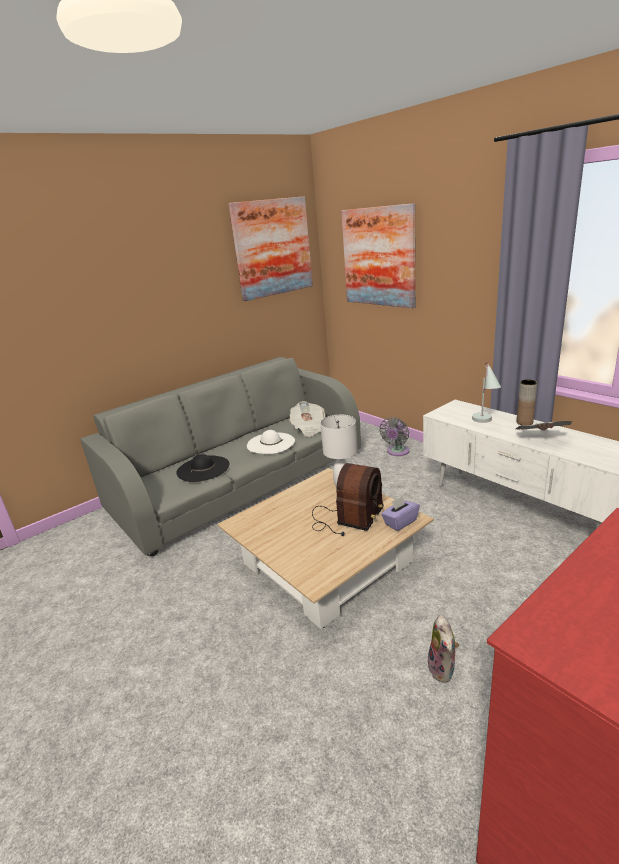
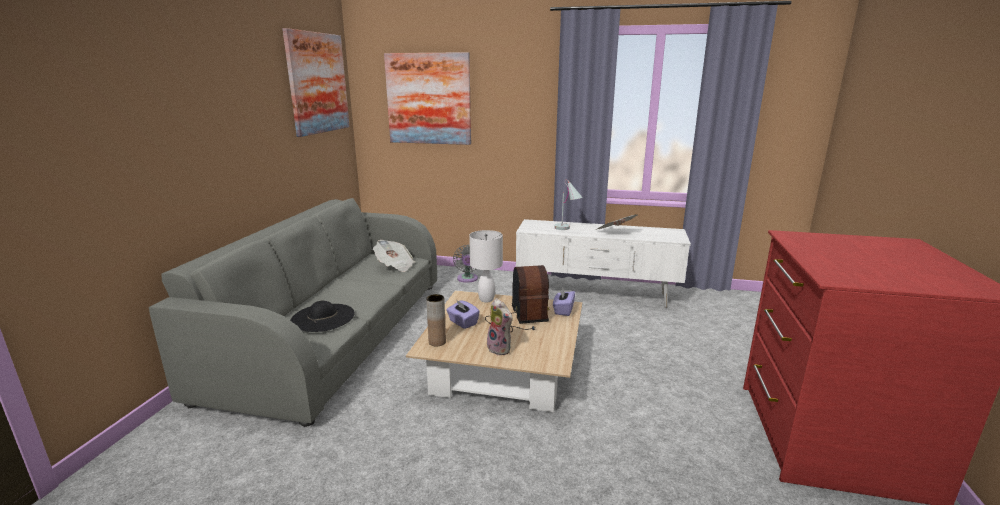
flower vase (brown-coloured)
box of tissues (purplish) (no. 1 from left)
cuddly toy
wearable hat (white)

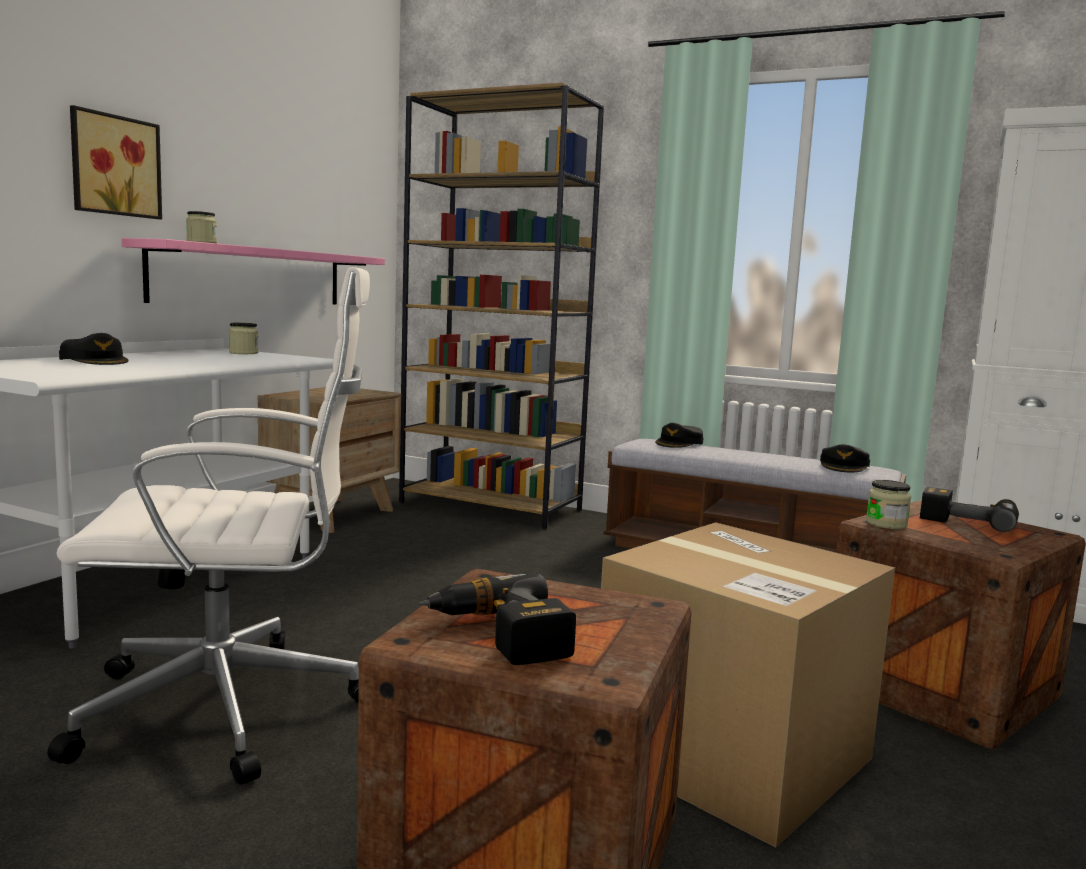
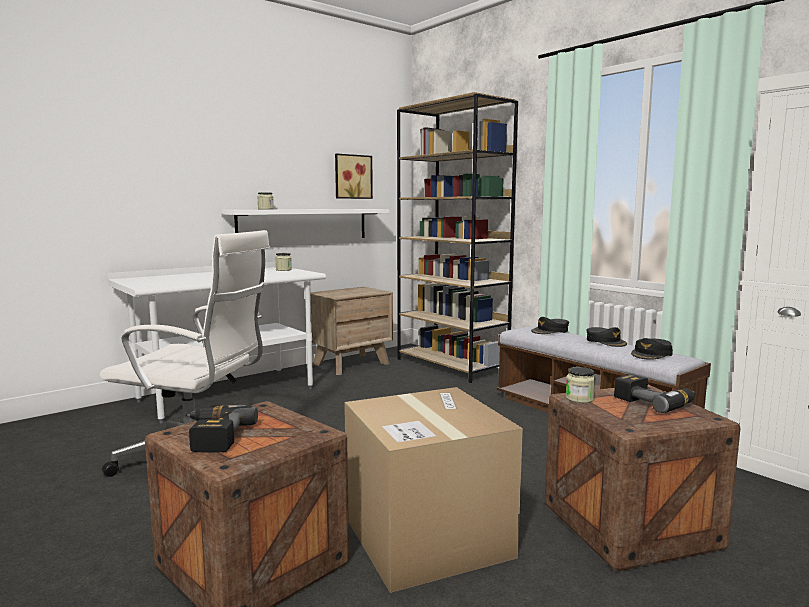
shelf (white)
wall art
peaked cap (blackish) (no. 2 from left)

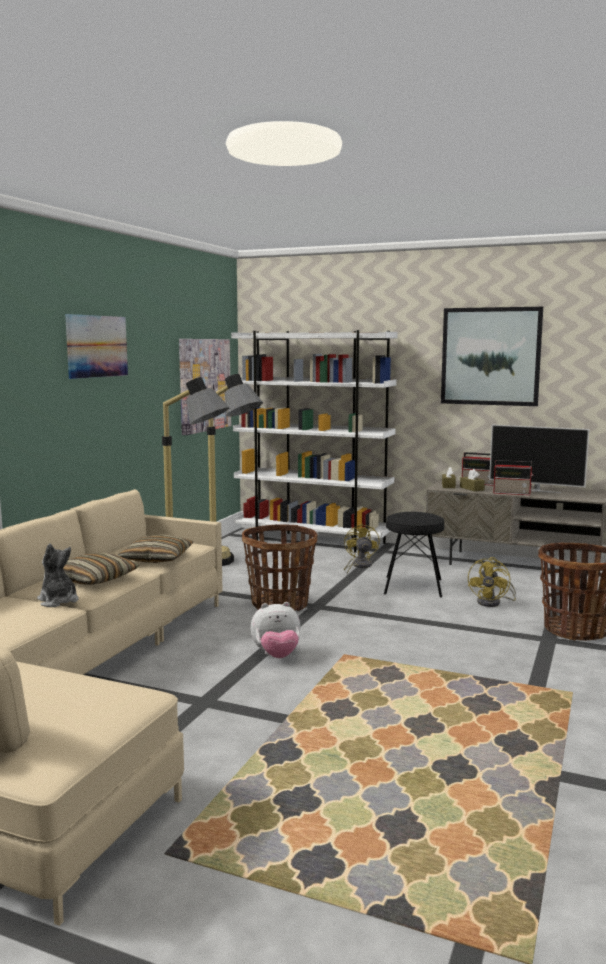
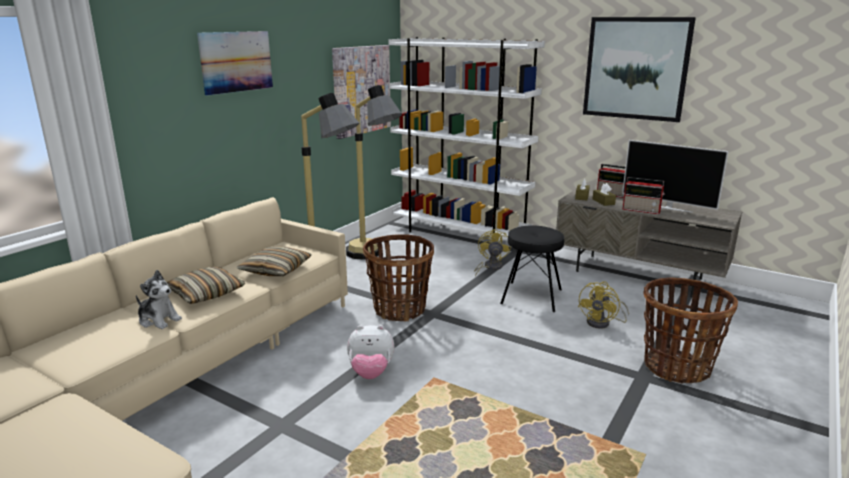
cuddly toy (no. 1 from left)

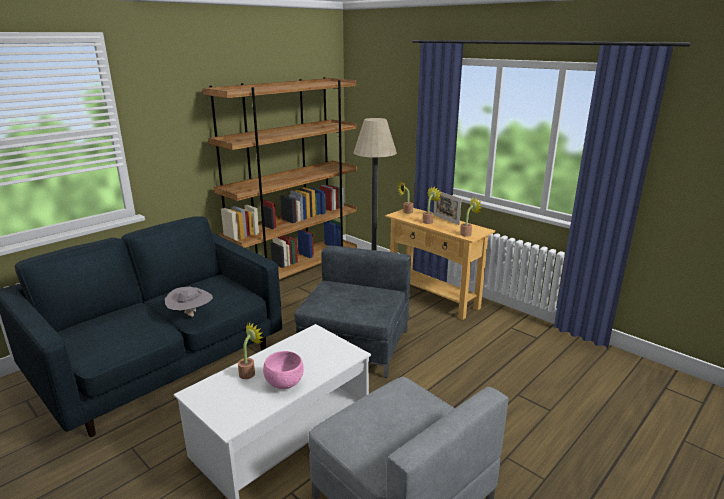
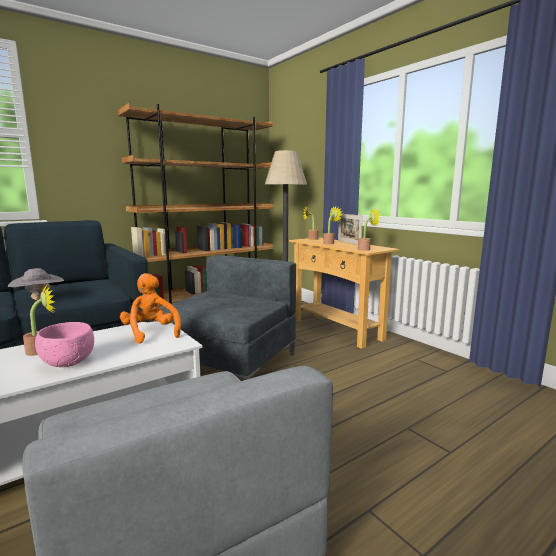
cuddly toy (orangey)

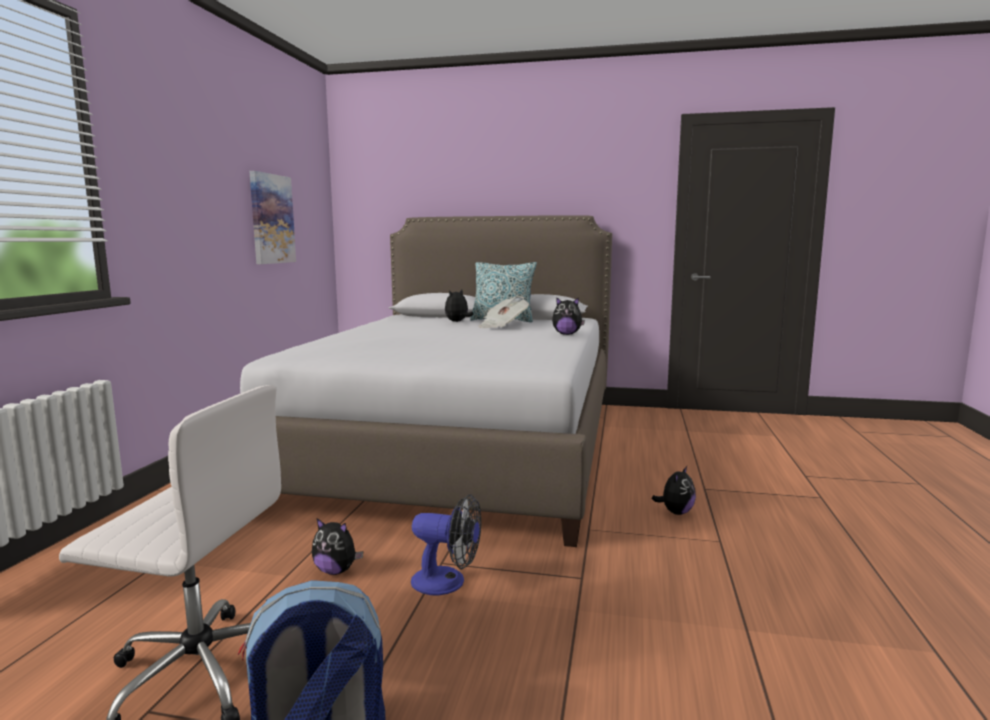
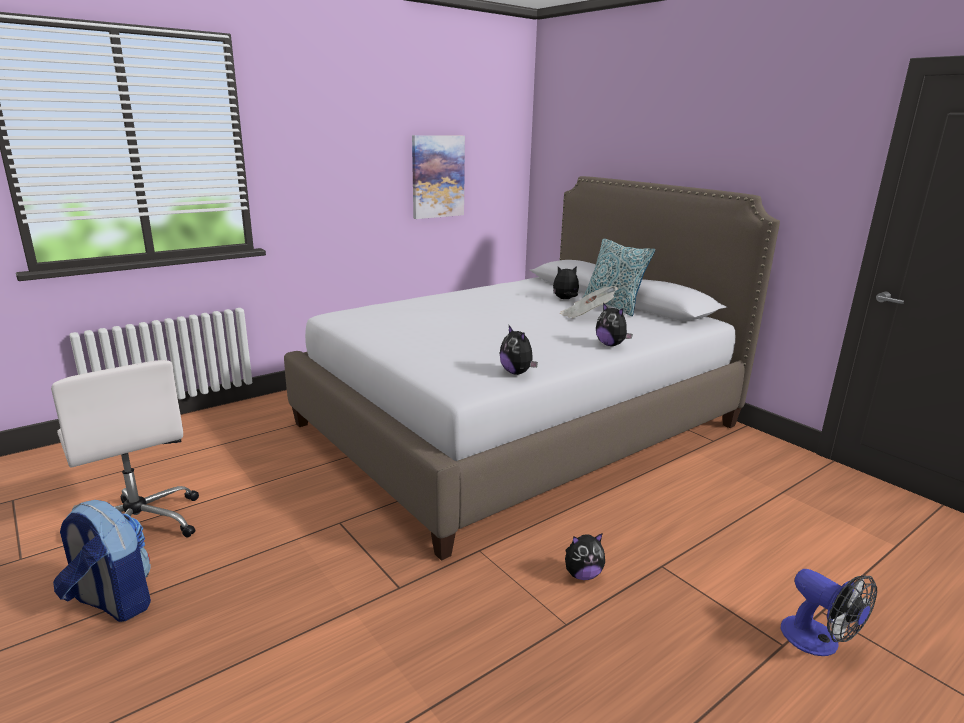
cuddly toy (no. 1 from left)
electric fan

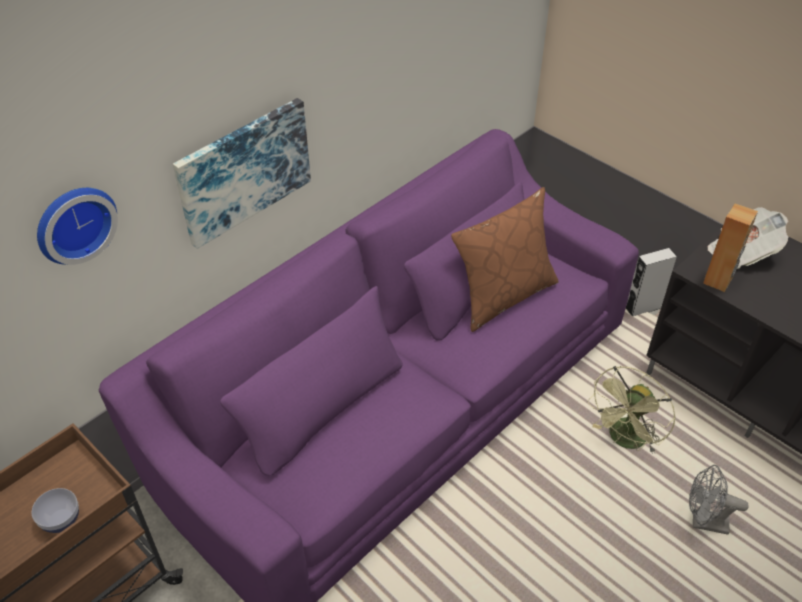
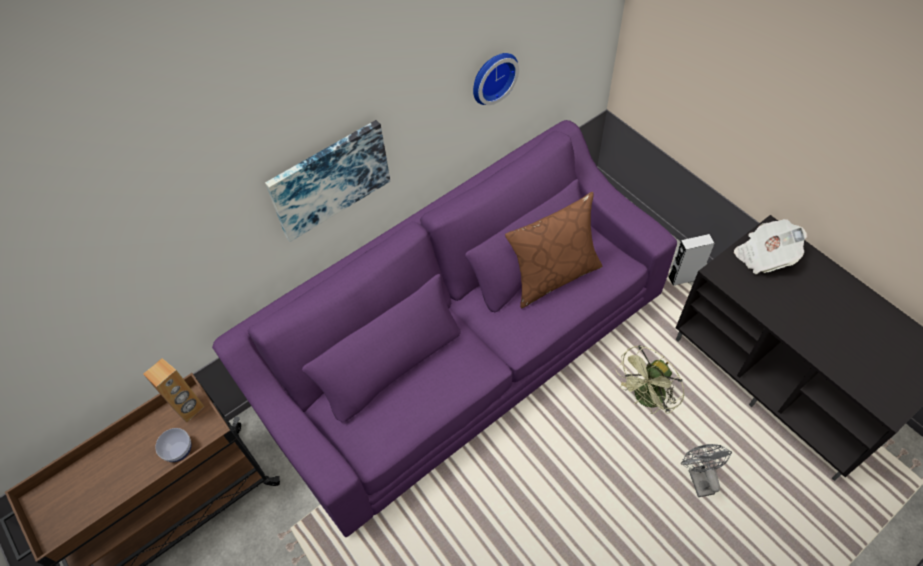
speaker (brown-coloured)
hanging clock
electric fan (gray)

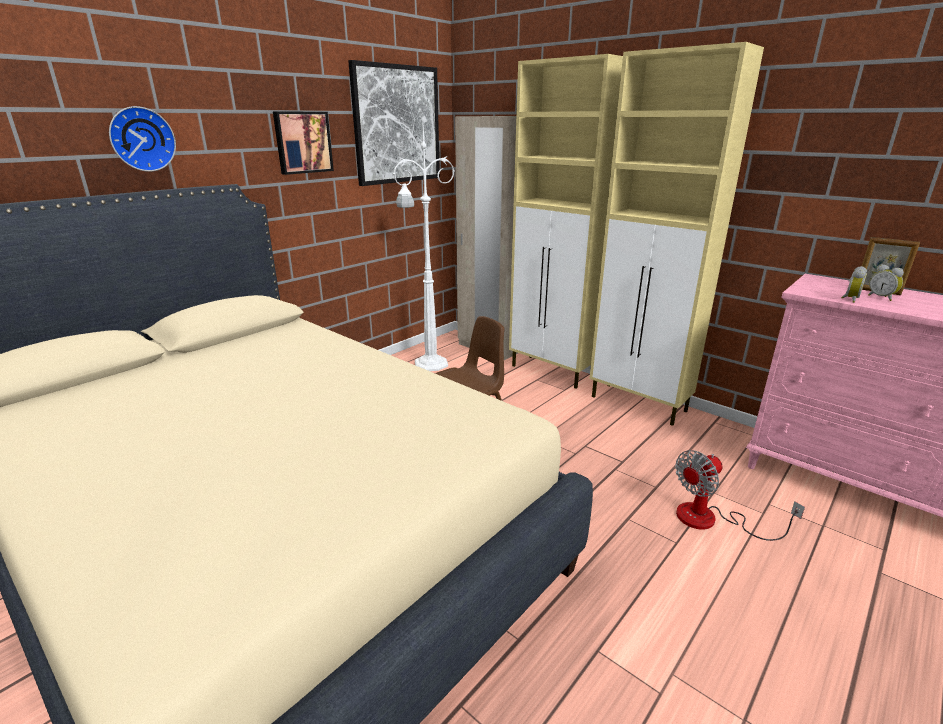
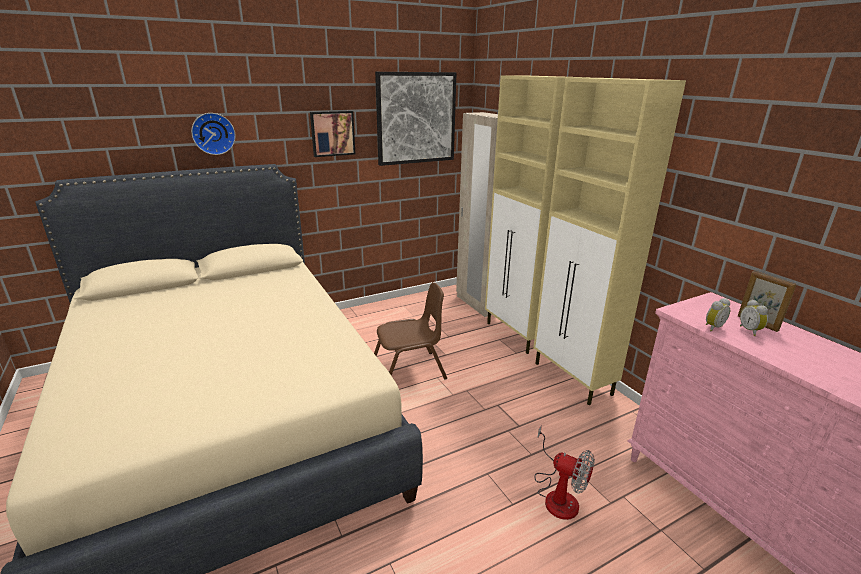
electric fan
standing lamp (white)

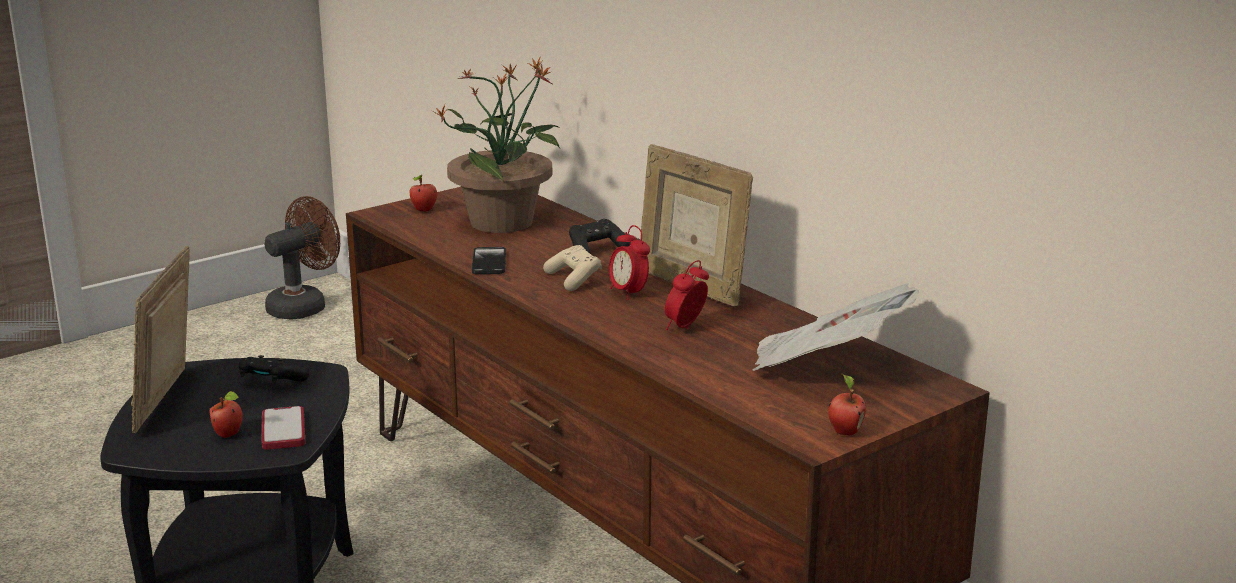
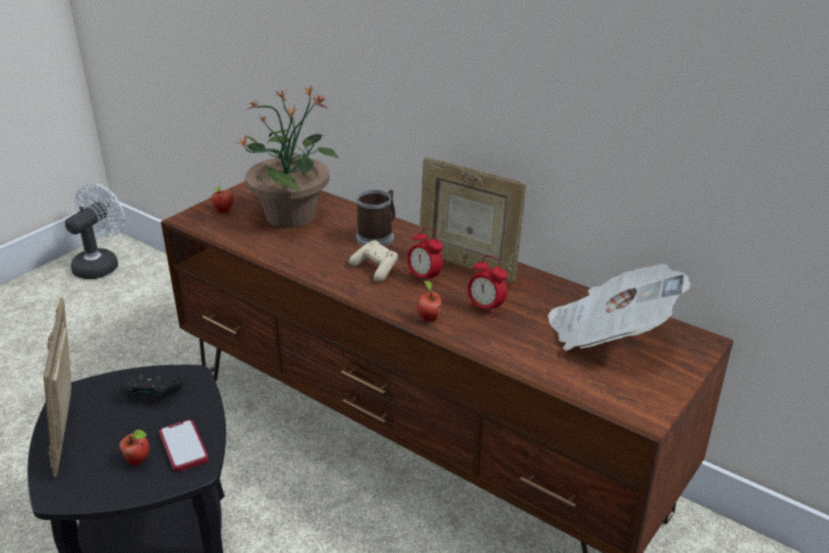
electric fan (white)
coffee mug
whole apple (no. 3 from left)
alarm clock (no. 2 from left)
telephone (no. 2 from left in the first image)

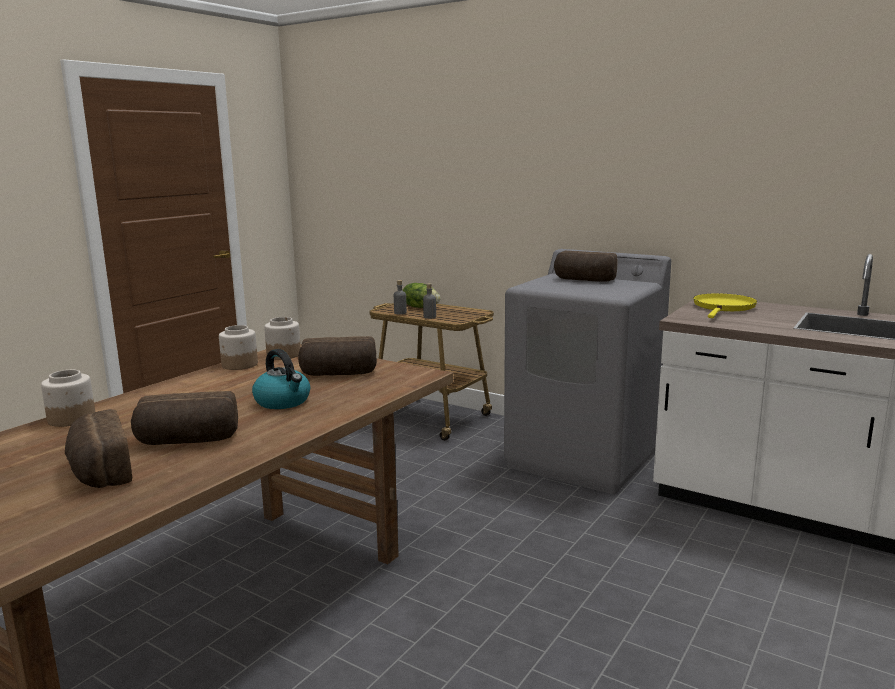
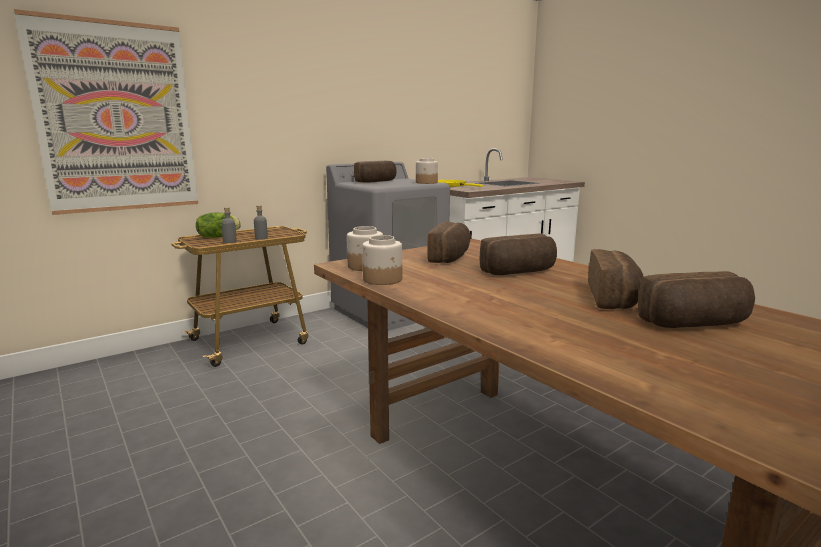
wall art
preserve jar (no. 3 from left)
bread (no. 3 from left)

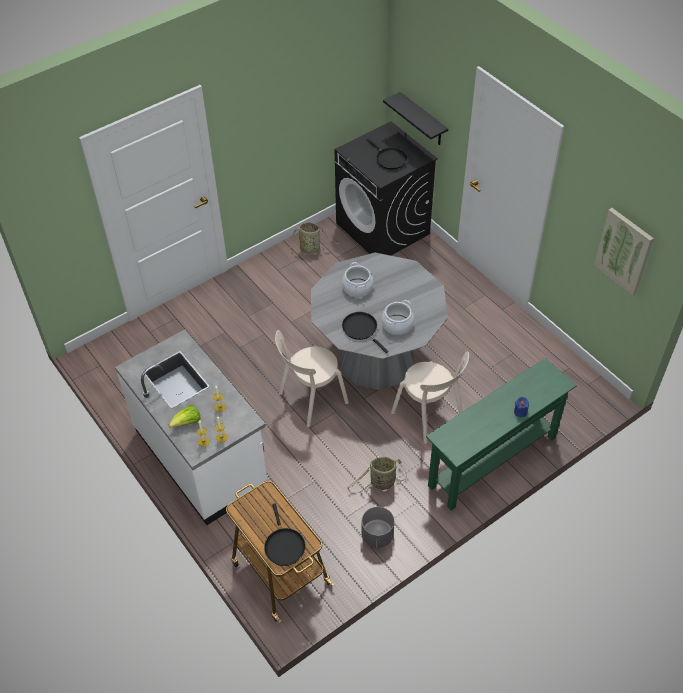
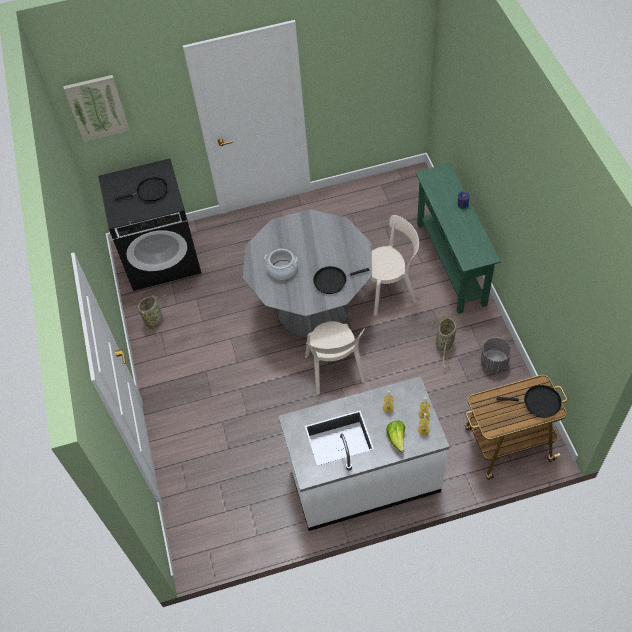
wall art
stockpot (no. 2 from left in the first image)
shelf (blackish)

